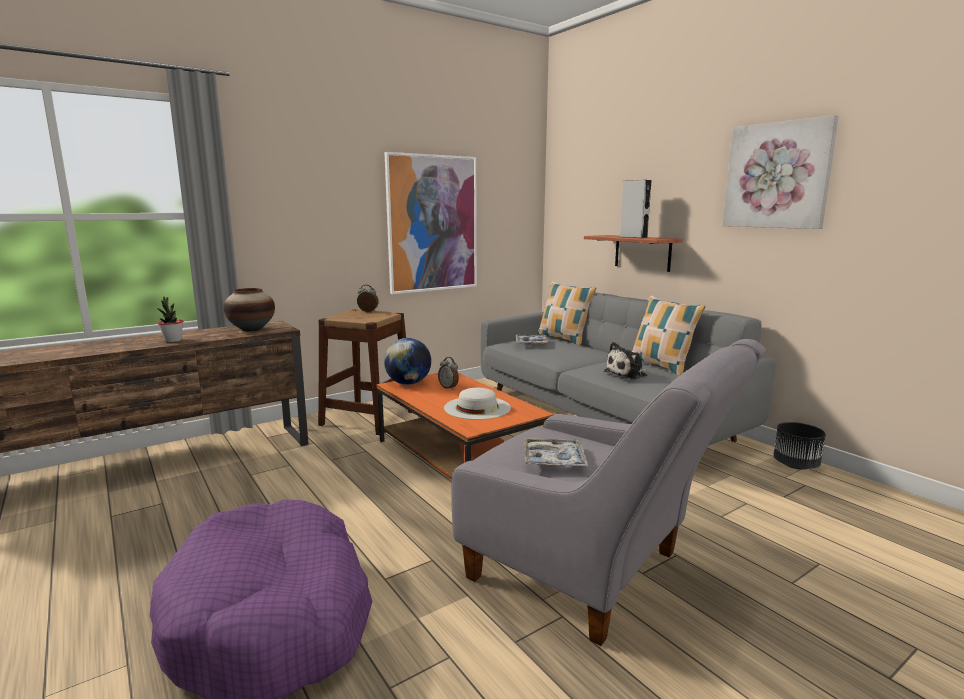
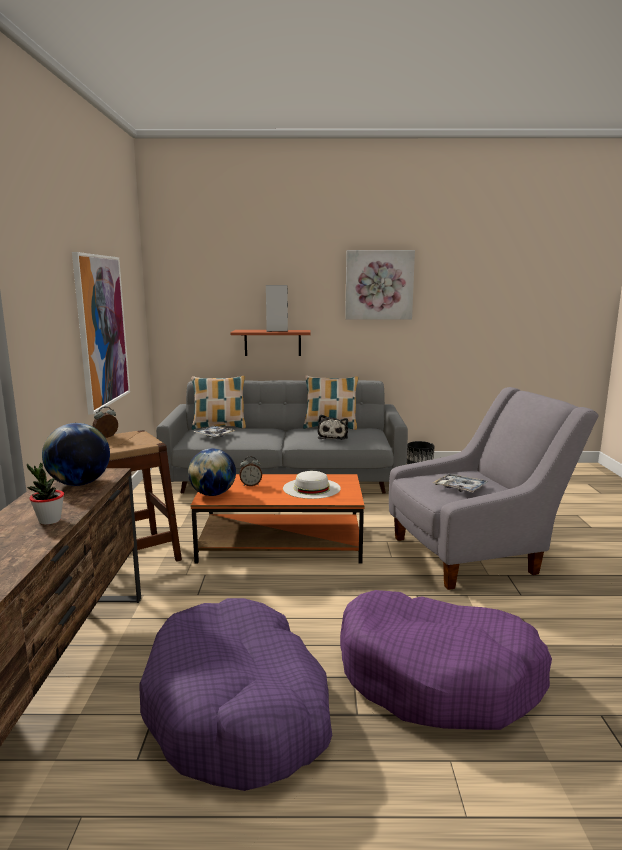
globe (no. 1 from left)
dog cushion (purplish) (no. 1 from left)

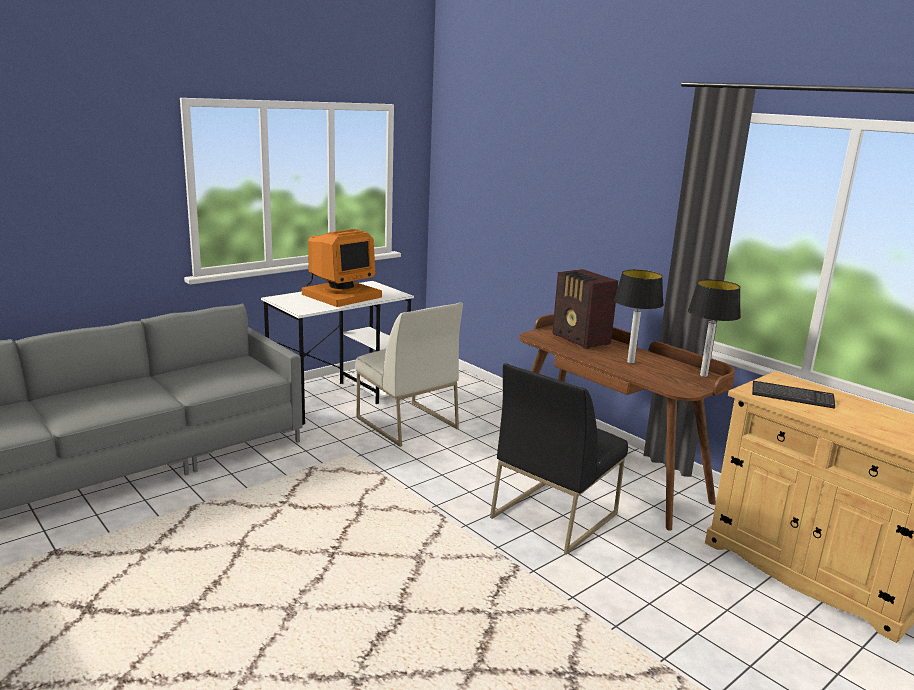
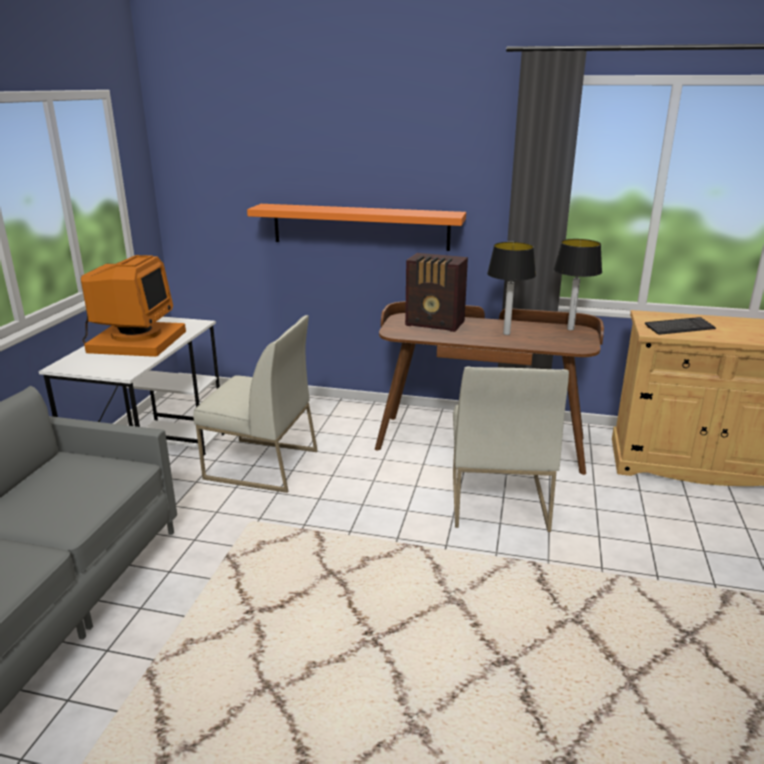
shelf (orangey)
upright chair (white) (no. 2 from left)

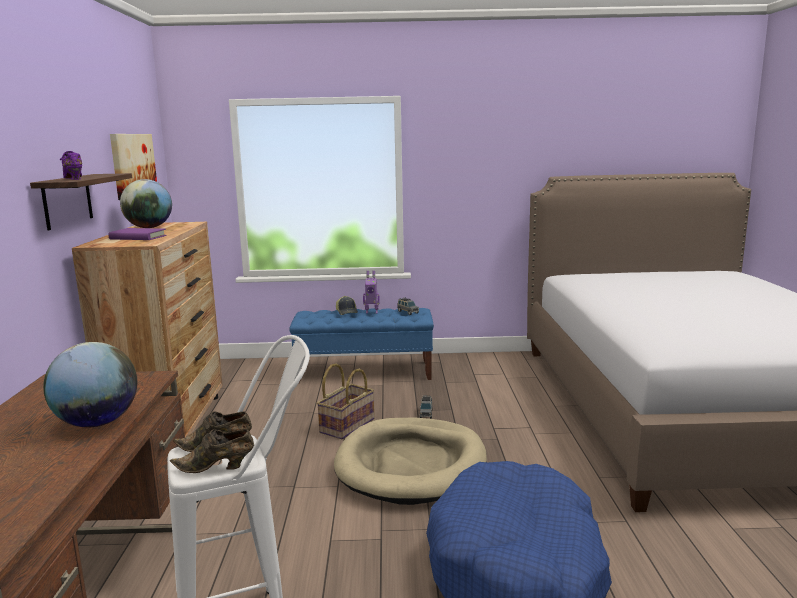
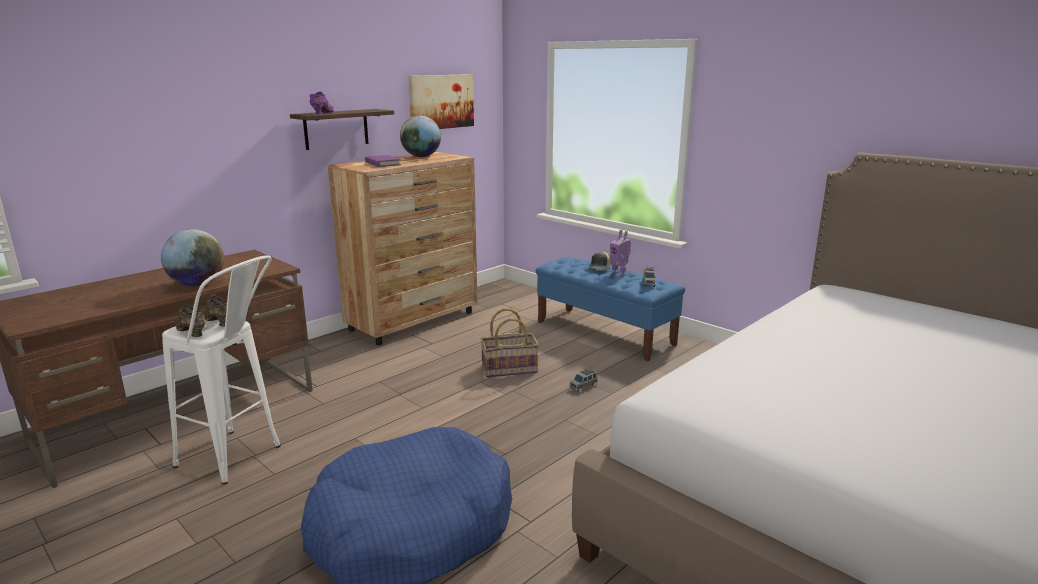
dog cushion (sand-coloured)

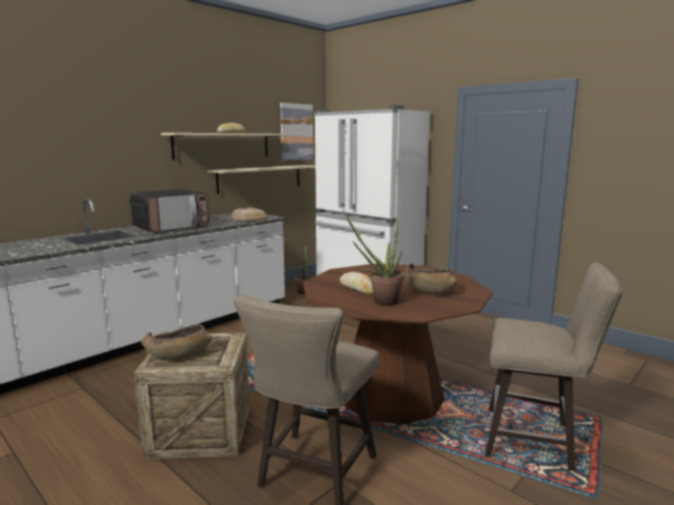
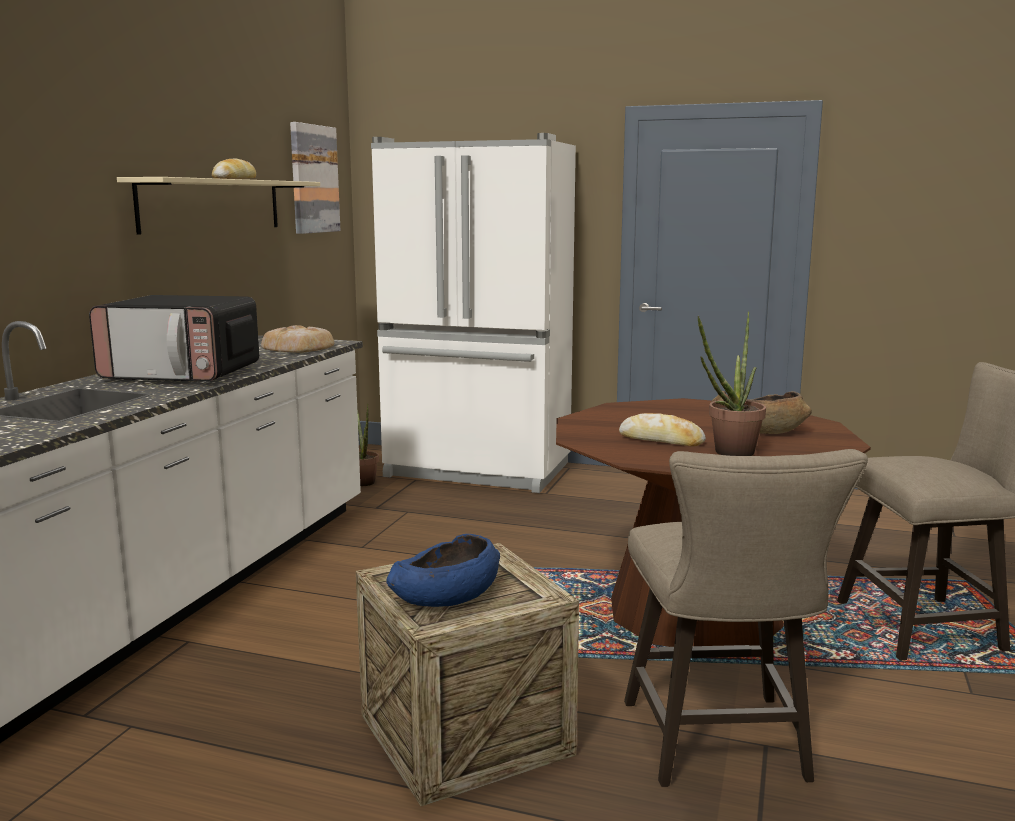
kitchen microwave
bowl (blue-coloured)
shelf (sand-coloured) (no. 2 from left in the first image)

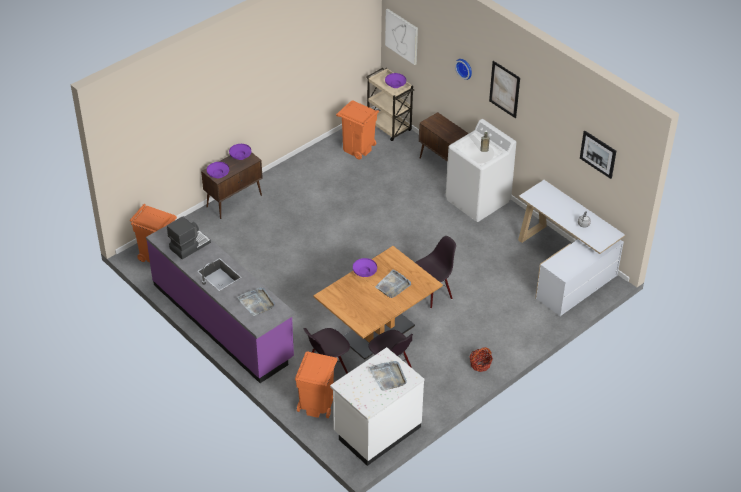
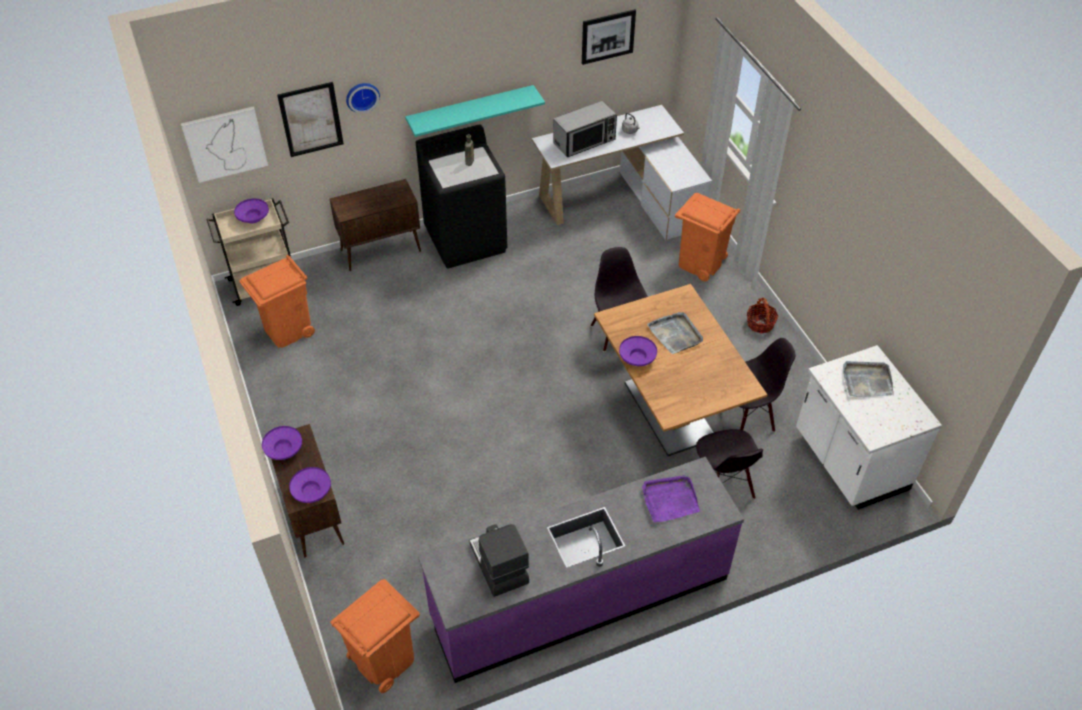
wall art (no. 2 from left)
shelf (blue-green)
laundry appliance (blackish)
kitchen microwave
serving tray (purplish)
waste bin (orangey) (no. 3 from left)

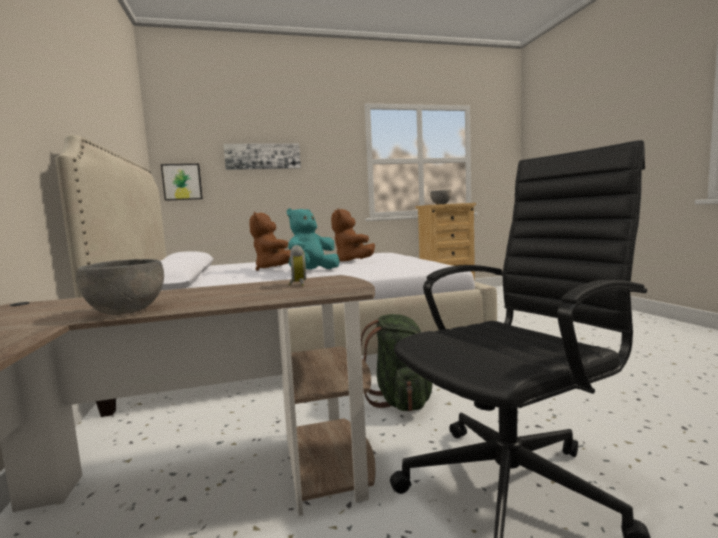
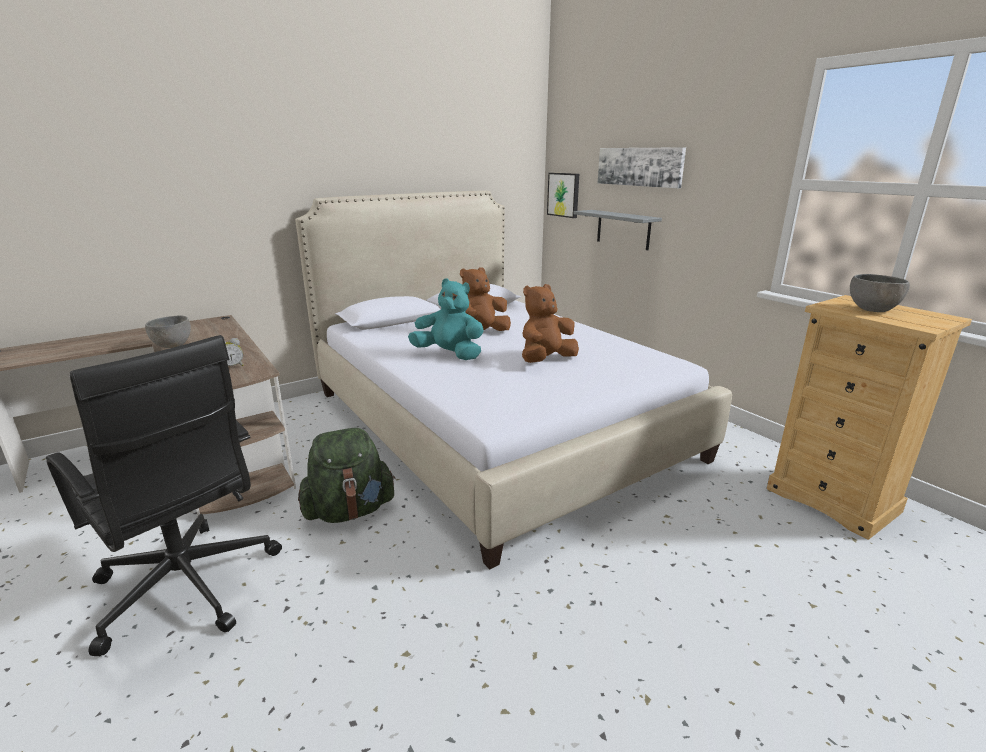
shelf (gray)

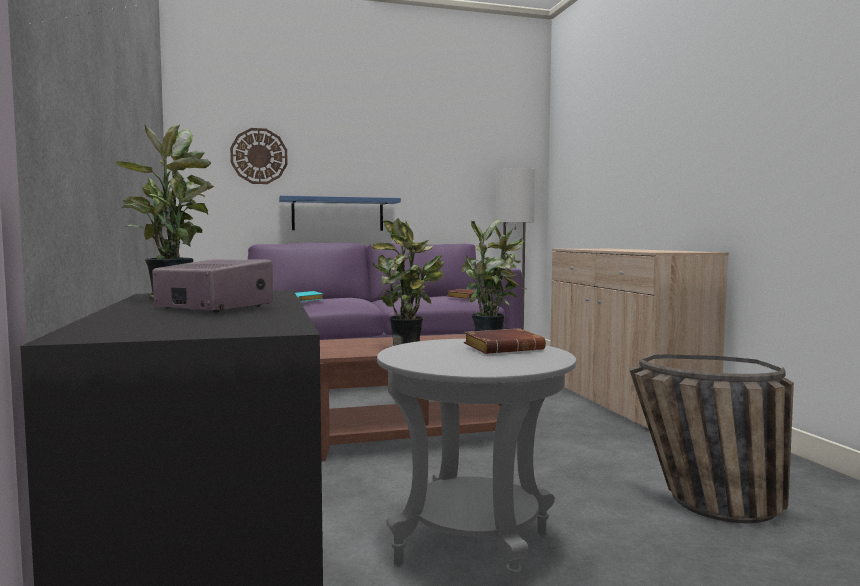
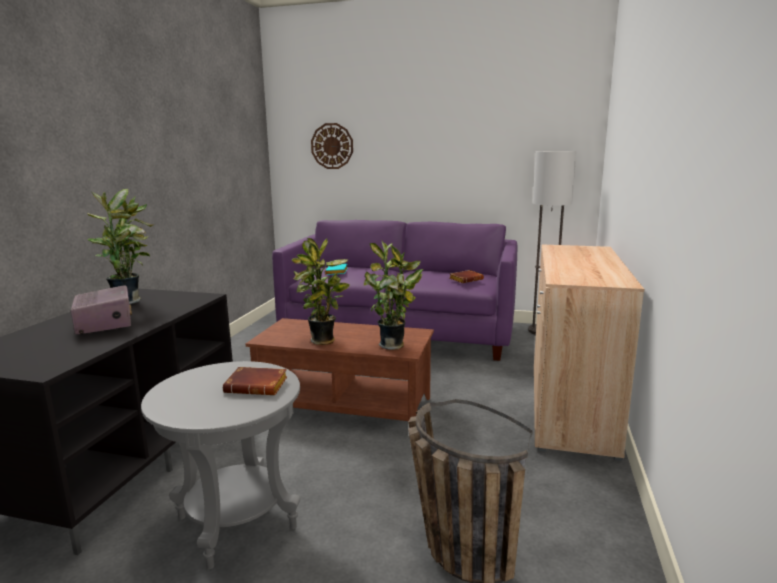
shelf (blue-coloured)

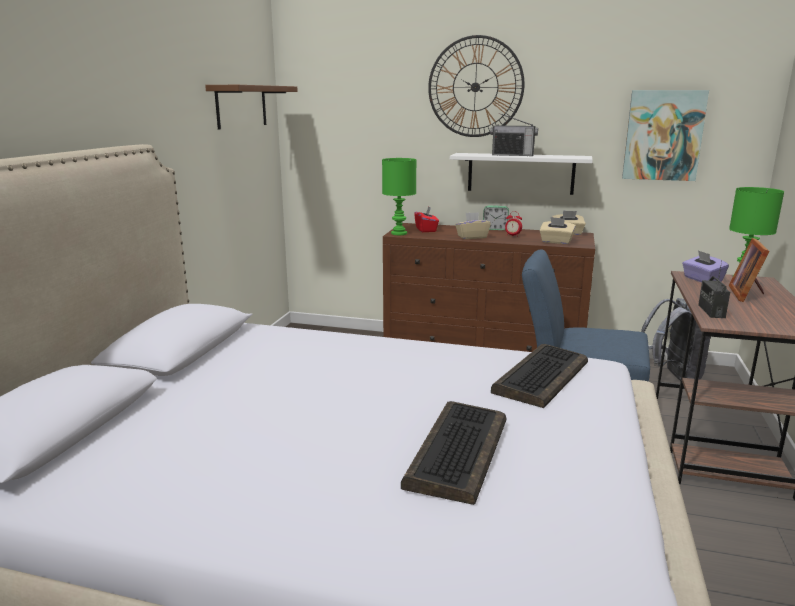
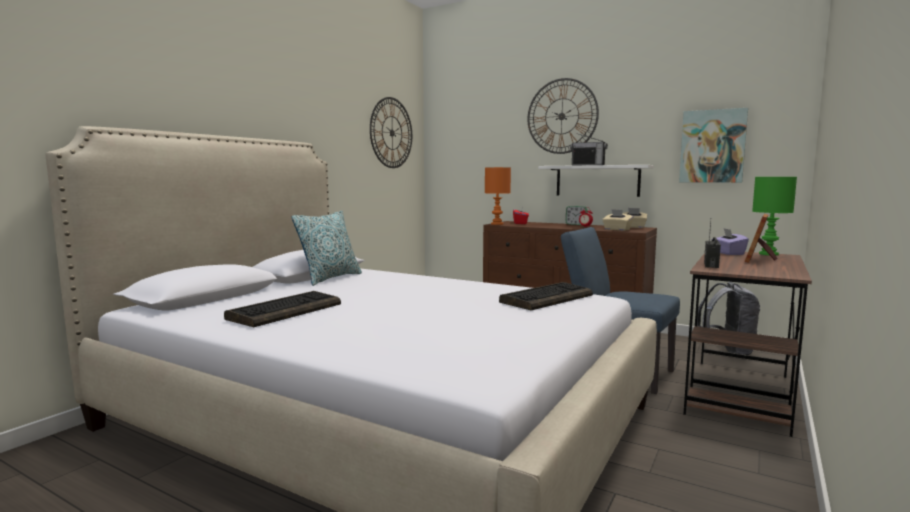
PC keyboard (no. 1 from left)
pillow
hanging clock (no. 1 from left)
tabletop lamp (orangey)
box of tissues (sand-coloured) (no. 1 from left in the first image)

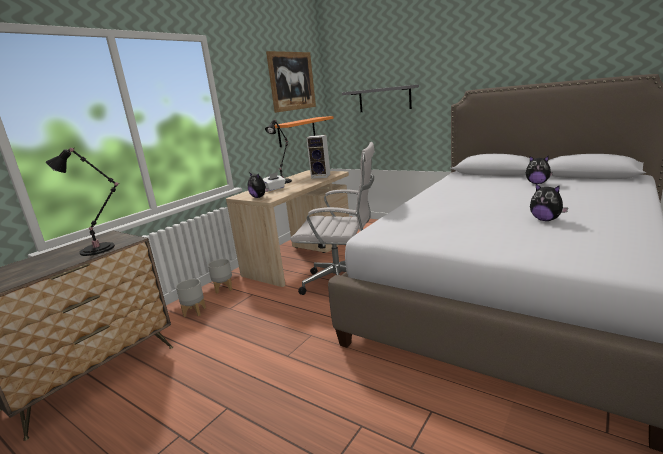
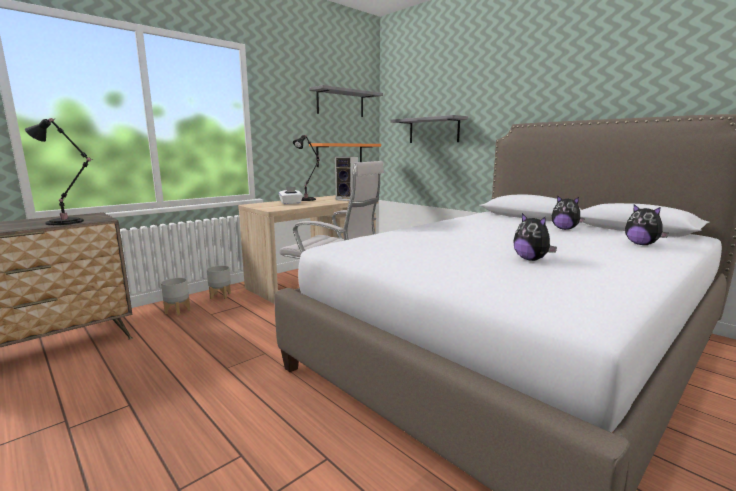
shelf (gray) (no. 1 from left)
cuddly toy (no. 3 from left)

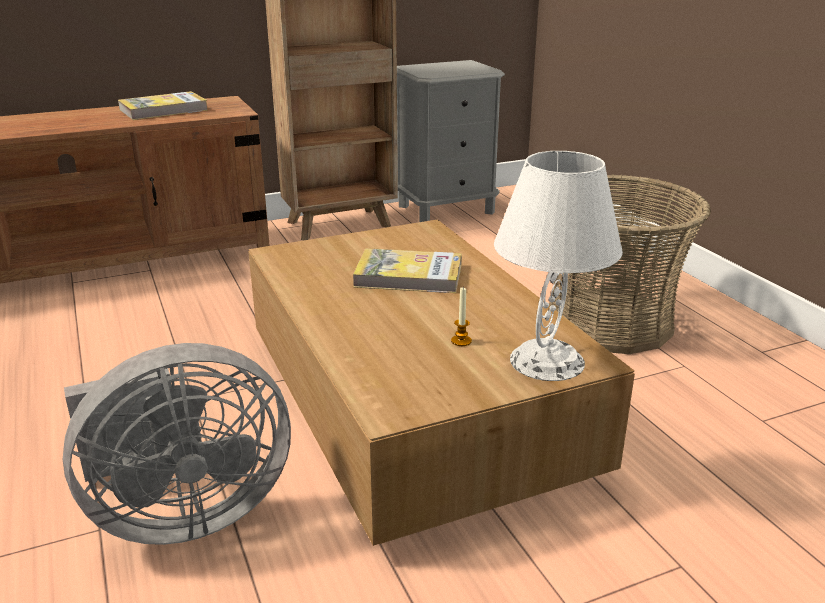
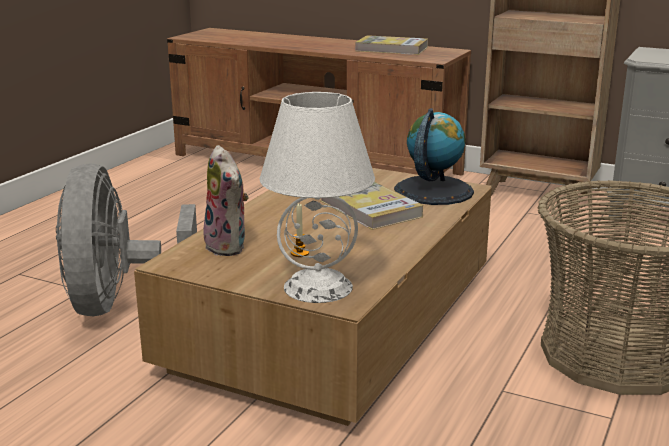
electric fan (gray)
cuddly toy
globe

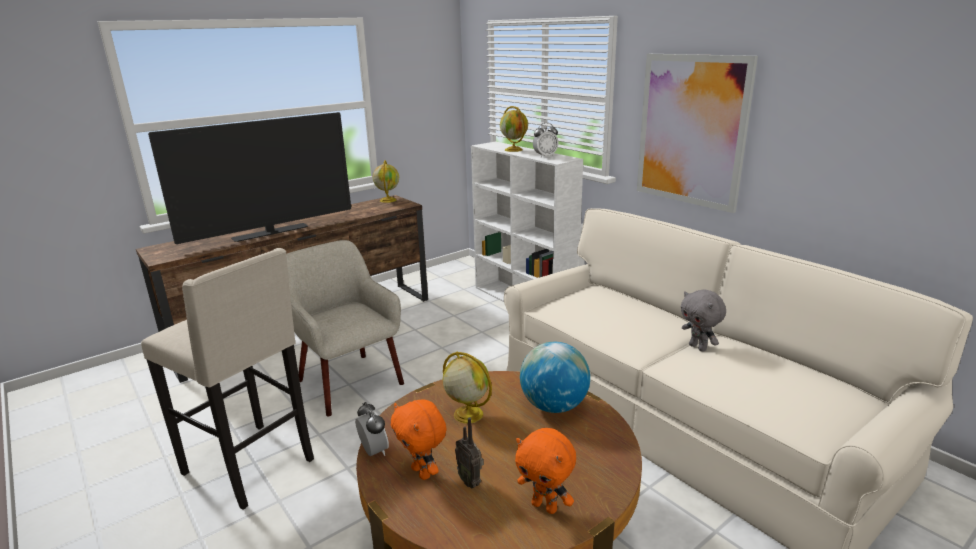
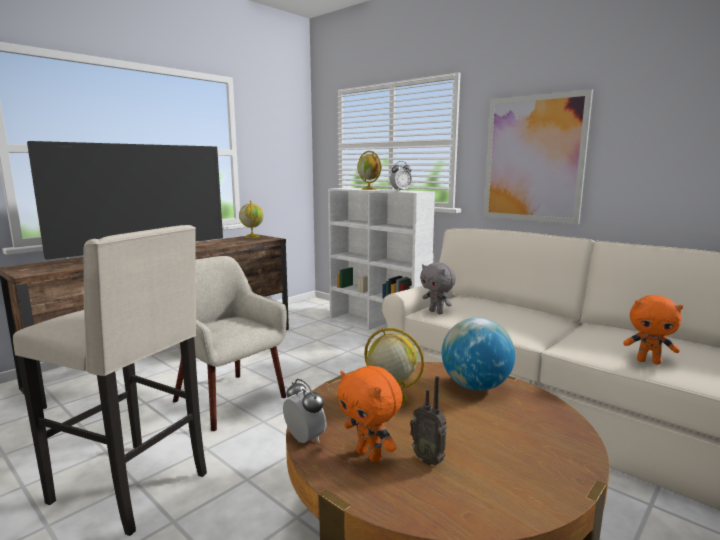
cuddly toy (gray)
cuddly toy (orangey) (no. 2 from left)

